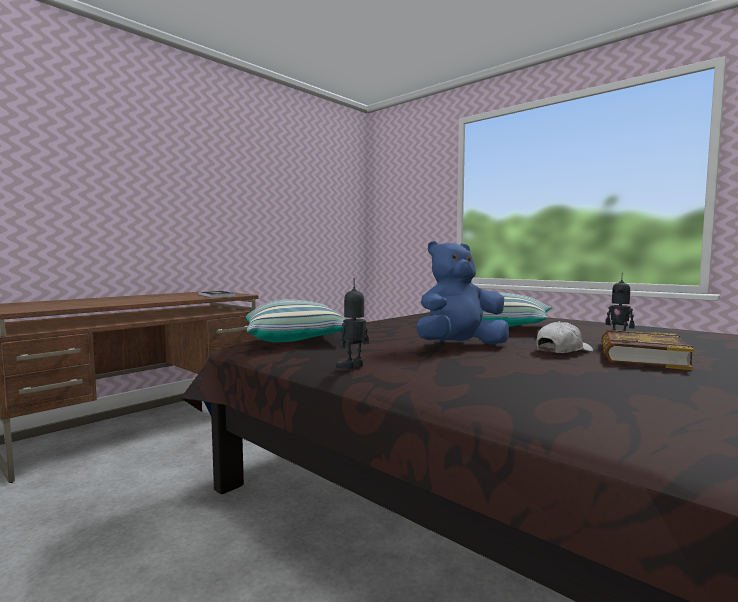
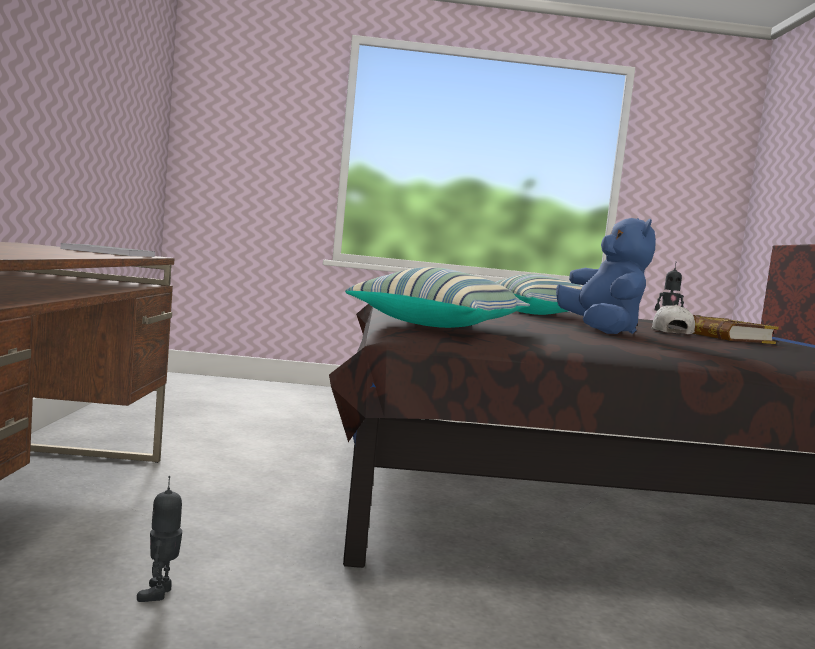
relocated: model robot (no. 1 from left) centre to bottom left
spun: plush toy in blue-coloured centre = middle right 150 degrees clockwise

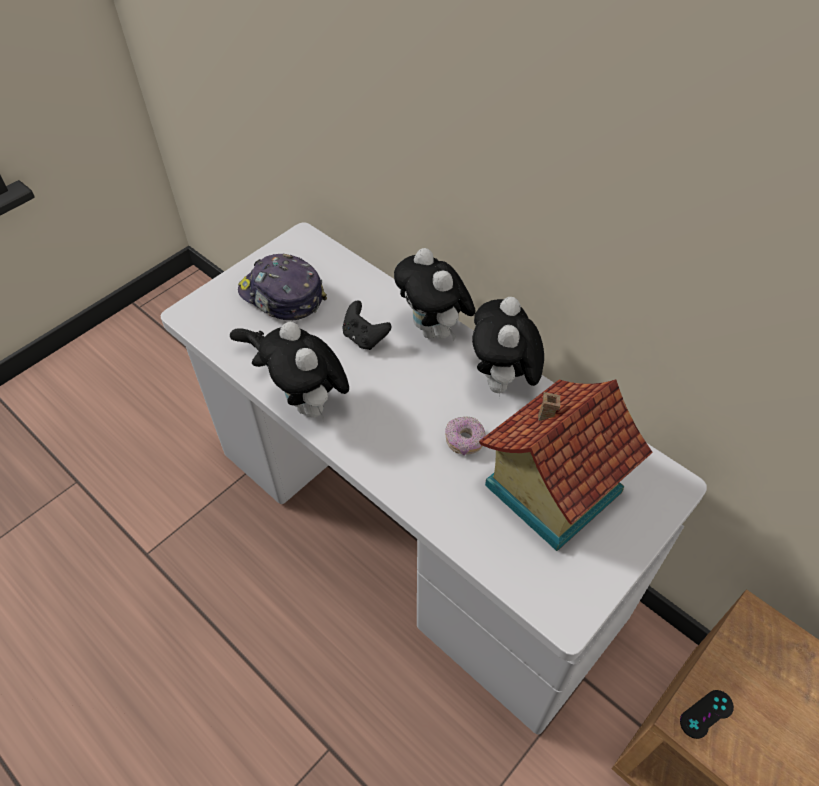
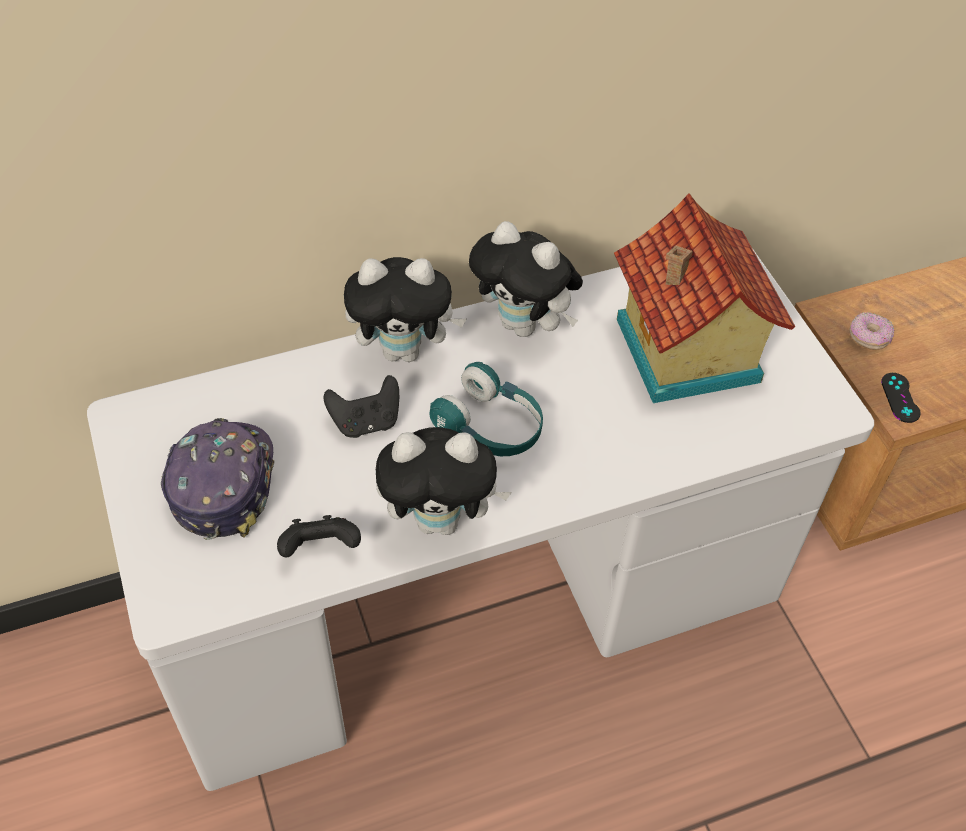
appeared: pair of headphones in turquoise centre
relocated: doughnut centre to middle right
spun: baseball cap centre = middle left 120 degrees clockwise

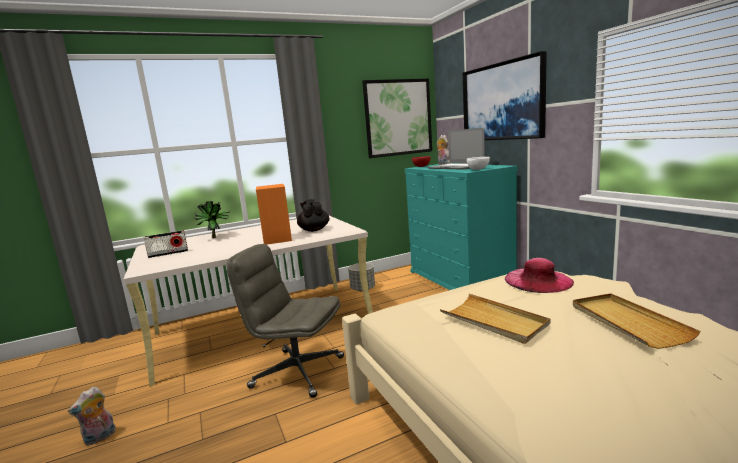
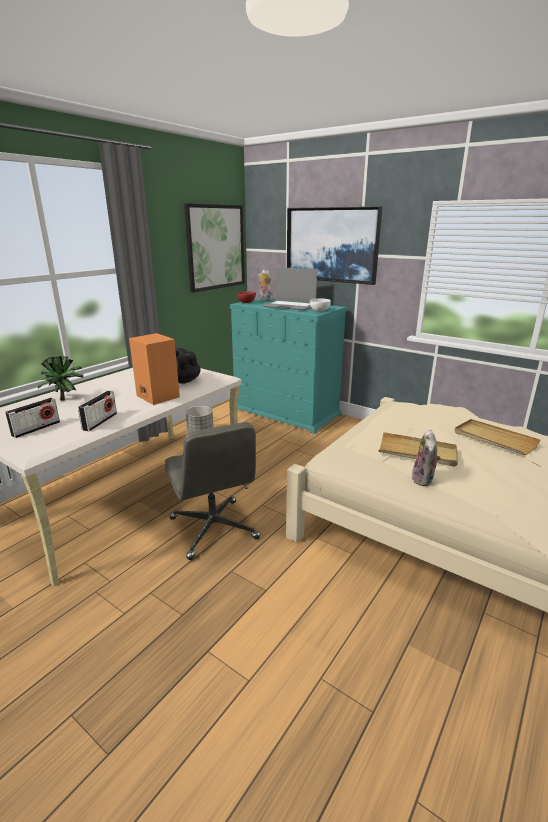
missing: clothing hat in pink middle right
appeared: radio set (no. 2 from left) middle left
relocated: plush toy (no. 1 from left in the first image) bottom left to plush toy (no. 2 from left) middle right
spun: computer chair in grey bottom centre = centre 105 degrees counterclockwise

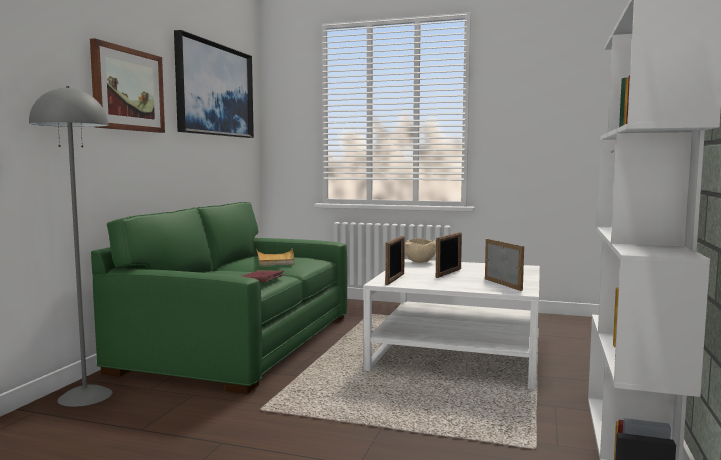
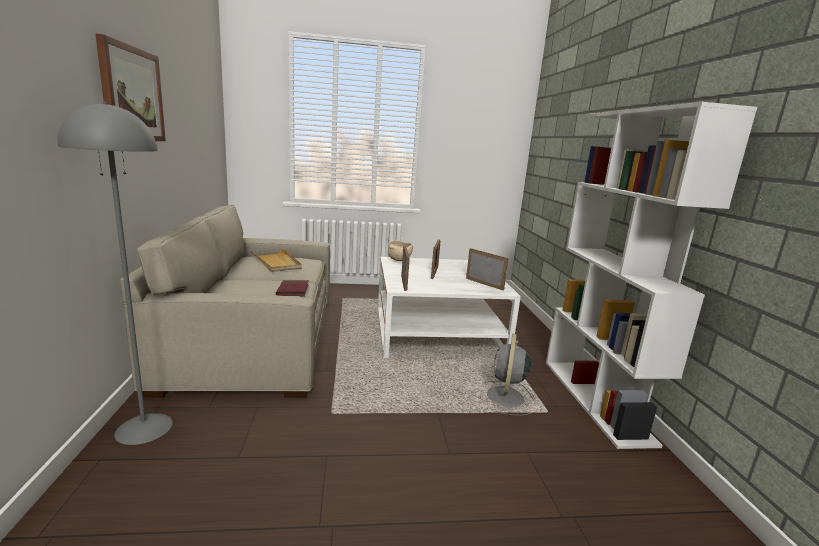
missing: wall art (no. 2 from left) top left
appeared: electric fan in grey bottom centre
colour: sofa in greenish middle left to sofa in beige middle left

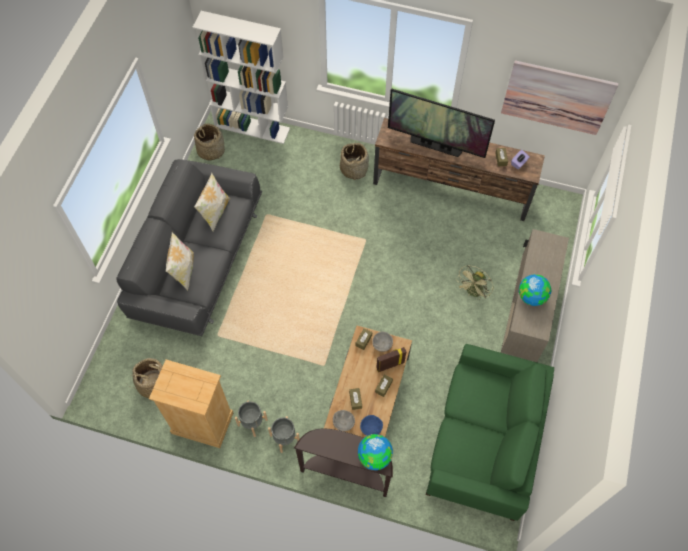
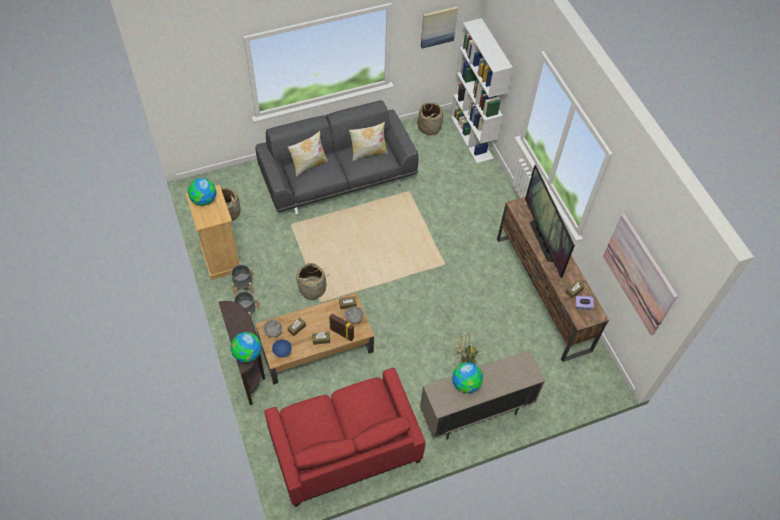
appeared: wall art (no. 1 from left) top centre; desk globe (no. 1 from left) middle left
relocated: basket (no. 3 from left in the first image) top centre to basket (no. 2 from left) centre
colour: sofa in greenish bottom right to sofa in red-coloured bottom centre

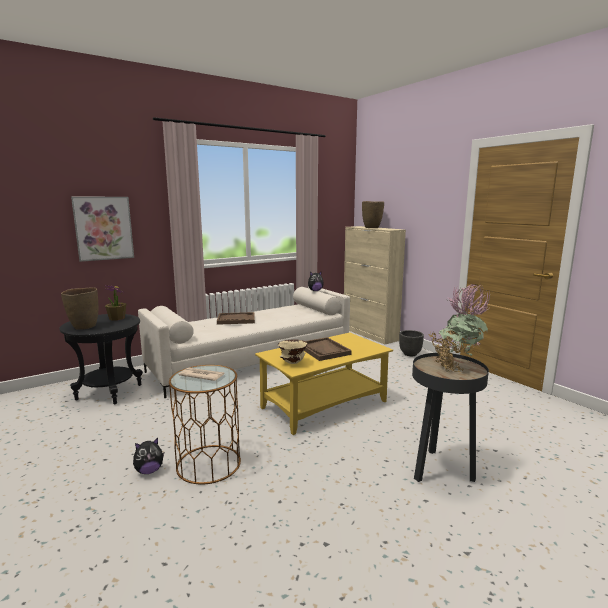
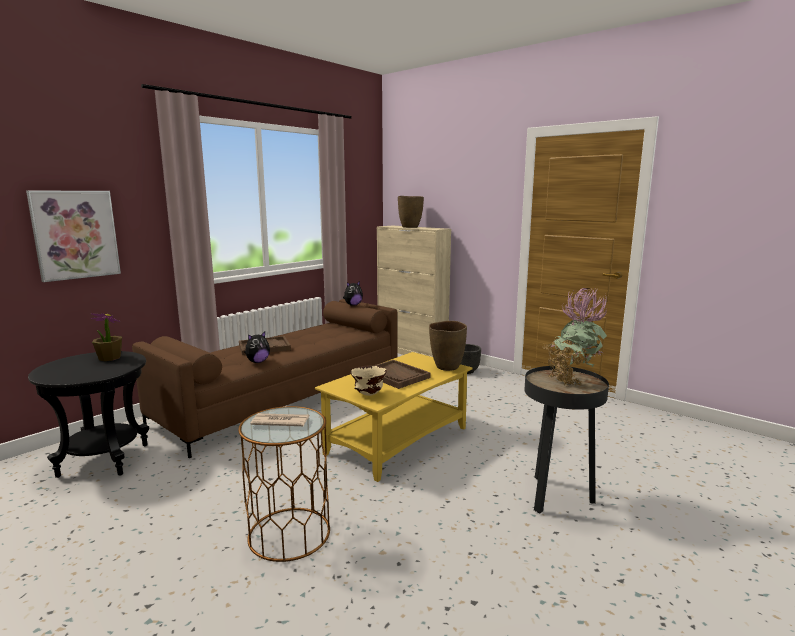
relocated: flower vase in brown-coloured (no. 1 from left in the first image) middle left to flower vase in brown-coloured (no. 2 from left) centre; plush toy (no. 1 from left) bottom left to middle left
colour: sofa in whitish centre to sofa in brown-coloured middle left

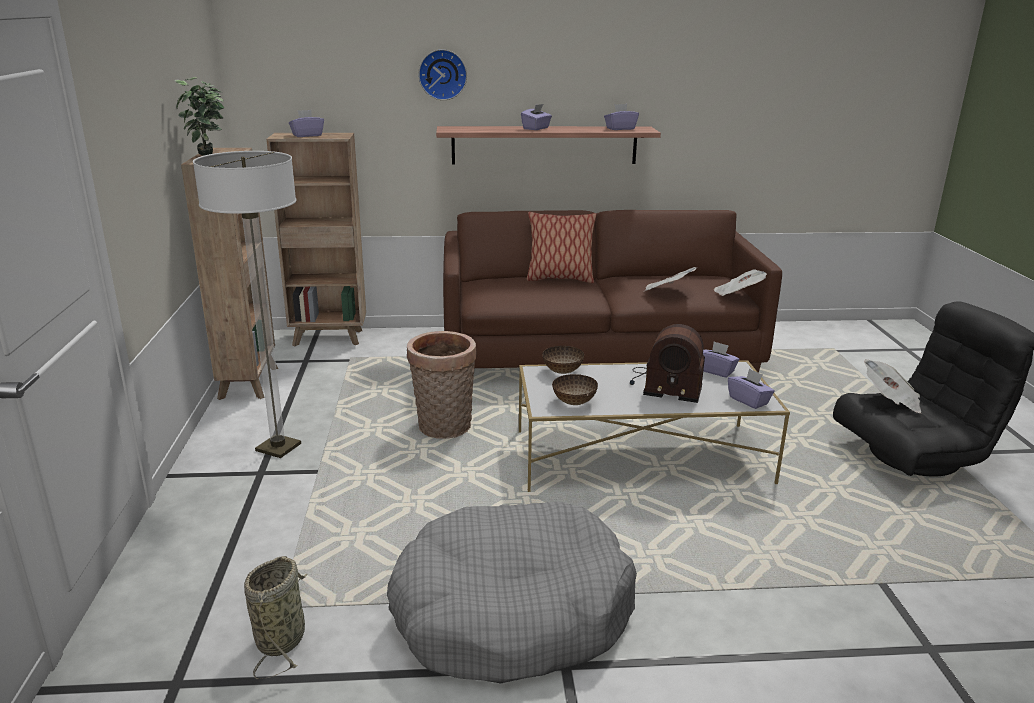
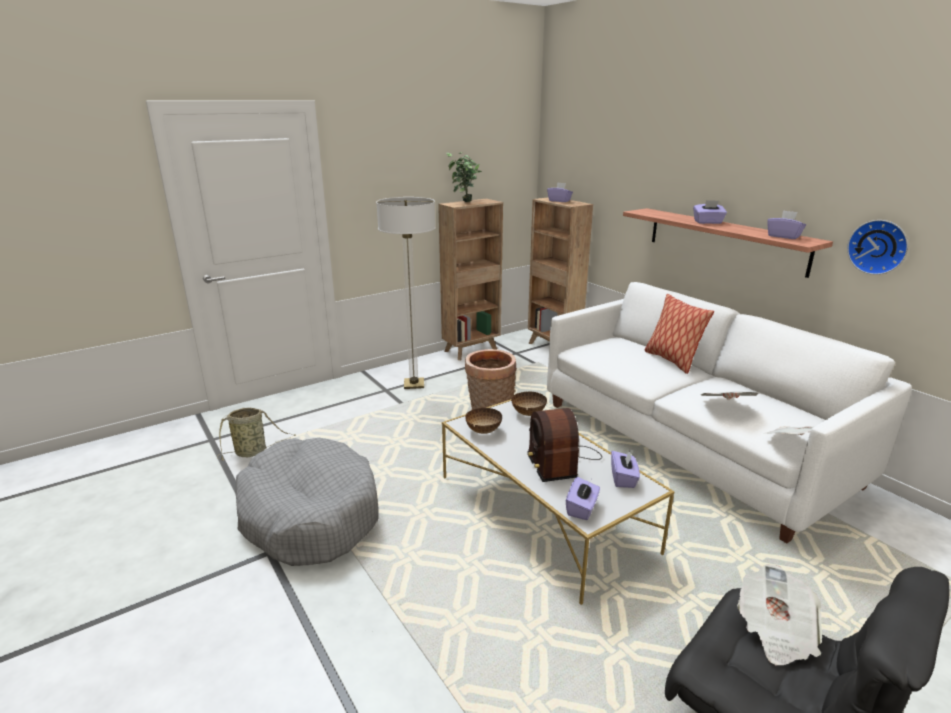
relocated: hanging clock top centre to middle right
colour: sofa in brown-coloured centre to sofa in whitish middle right

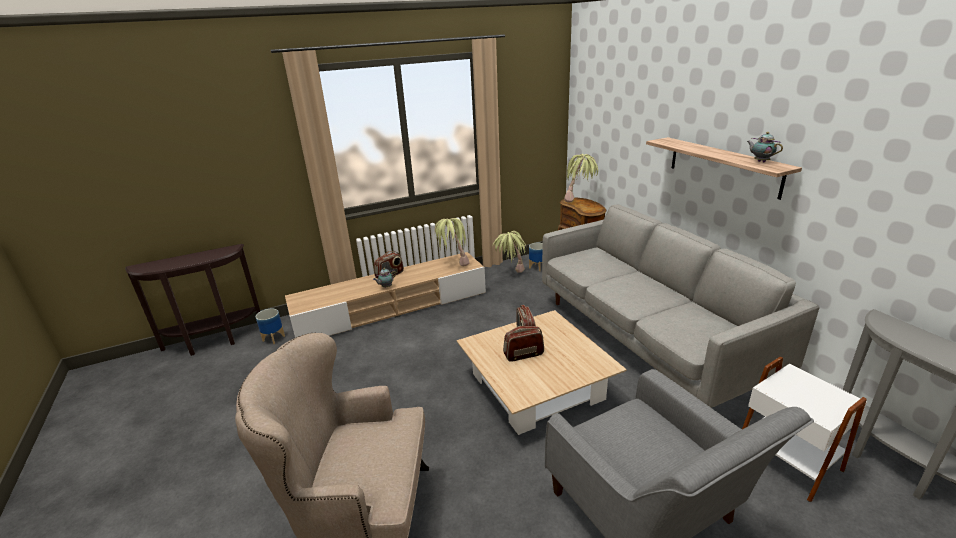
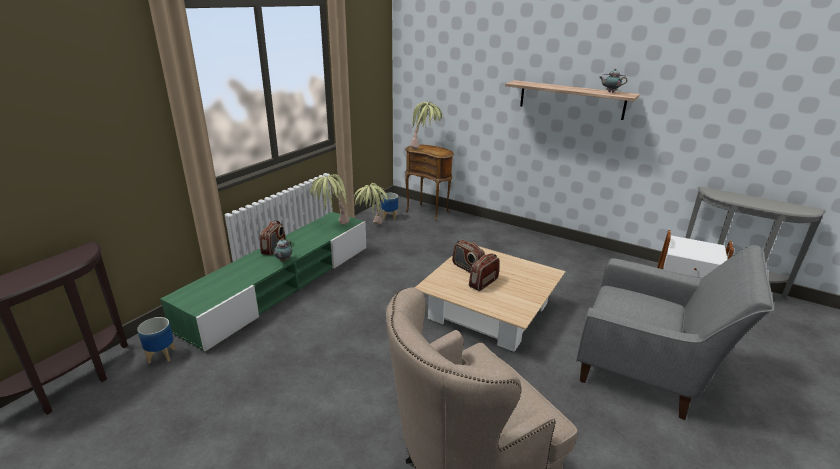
missing: sofa in grey middle right
colour: tv unit in beige centre to tv unit in greenish middle left

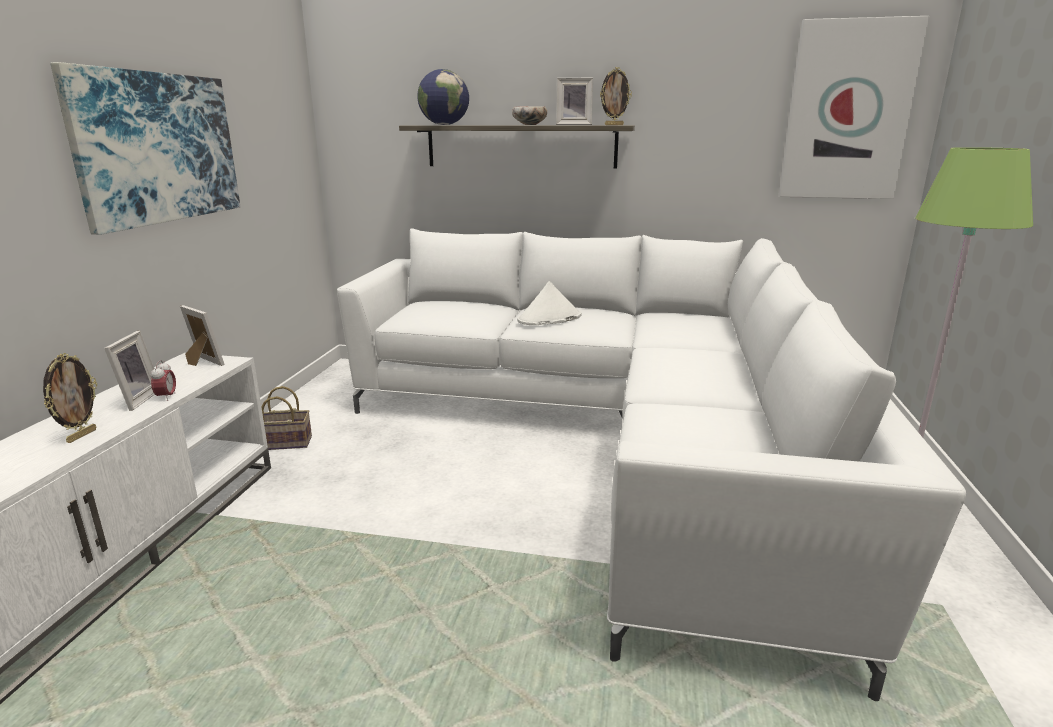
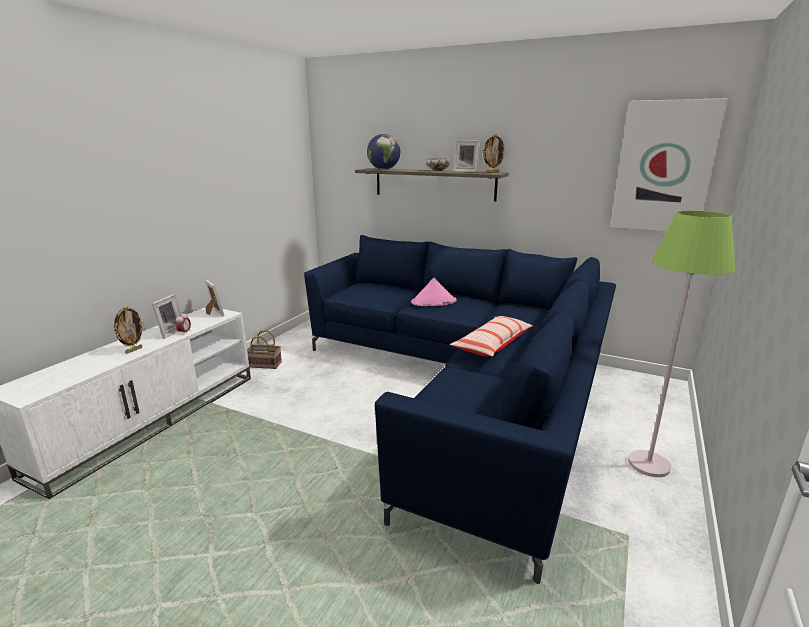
missing: wall art (no. 1 from left) top left
appeared: throw pillow centre
colour: sofa in whitish centre to sofa in blue-coloured centre; clothing hat in whitish centre to clothing hat in pink centre

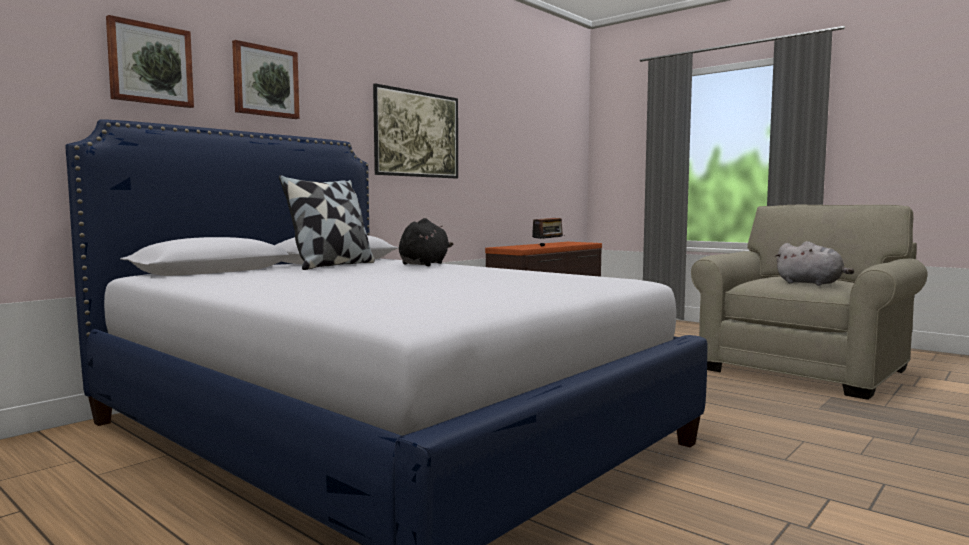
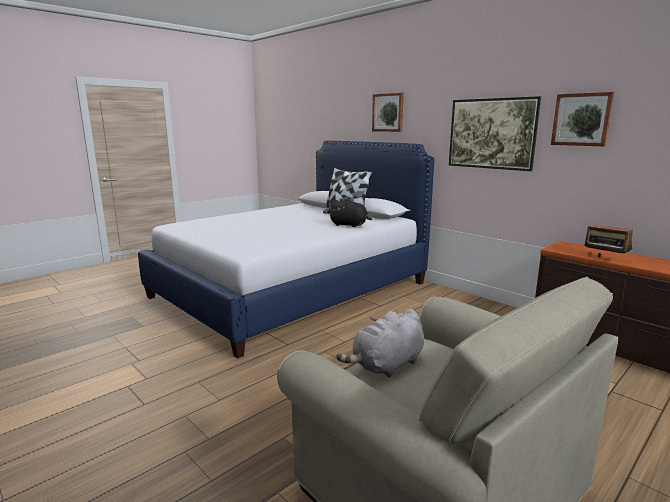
relocated: wall art (no. 1 from left in the first image) top left to wall art (no. 3 from left) top right

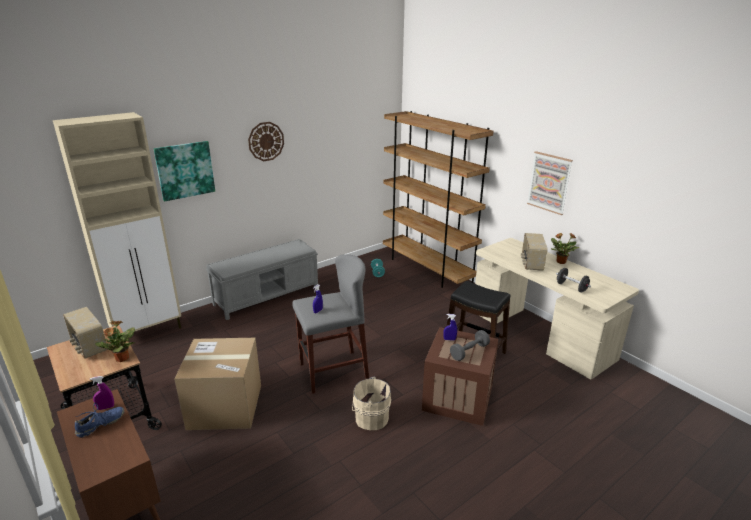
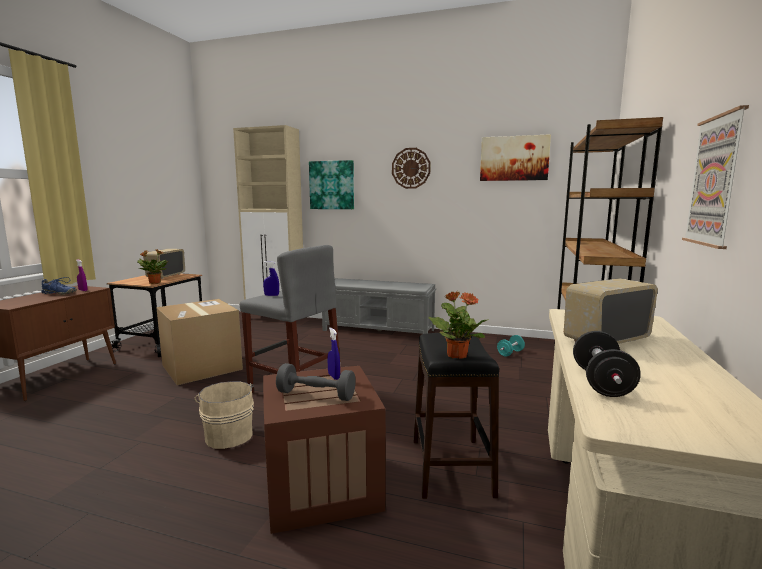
appeared: wall art (no. 2 from left) top right
relocated: plant in a pot (no. 2 from left) middle right to centre

